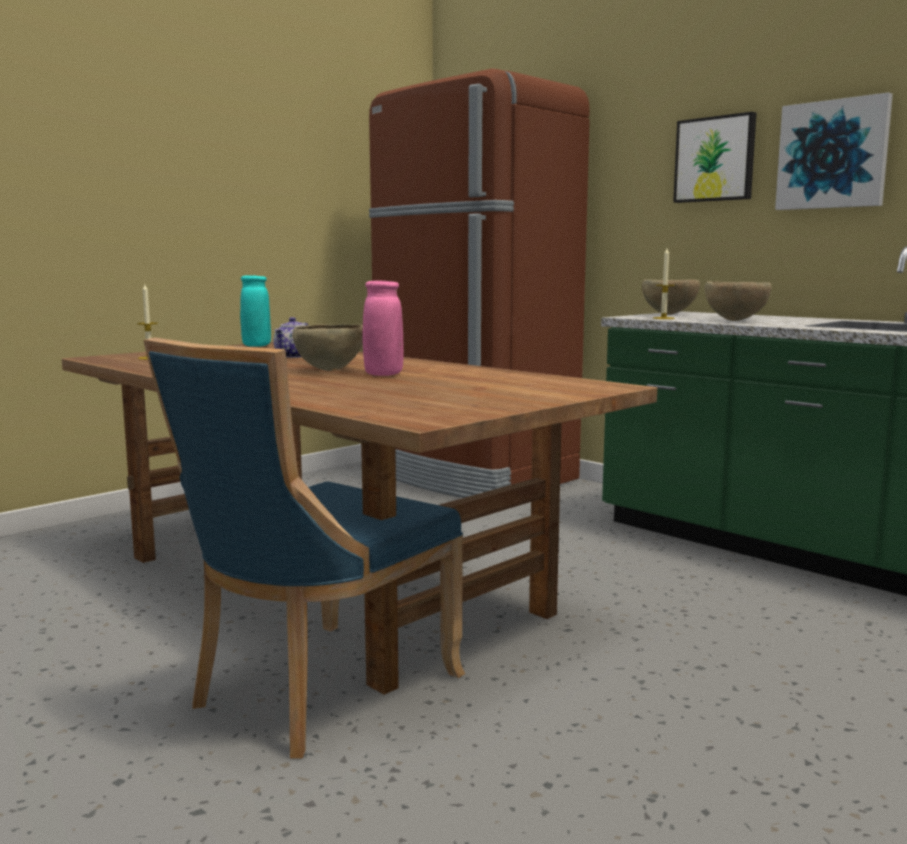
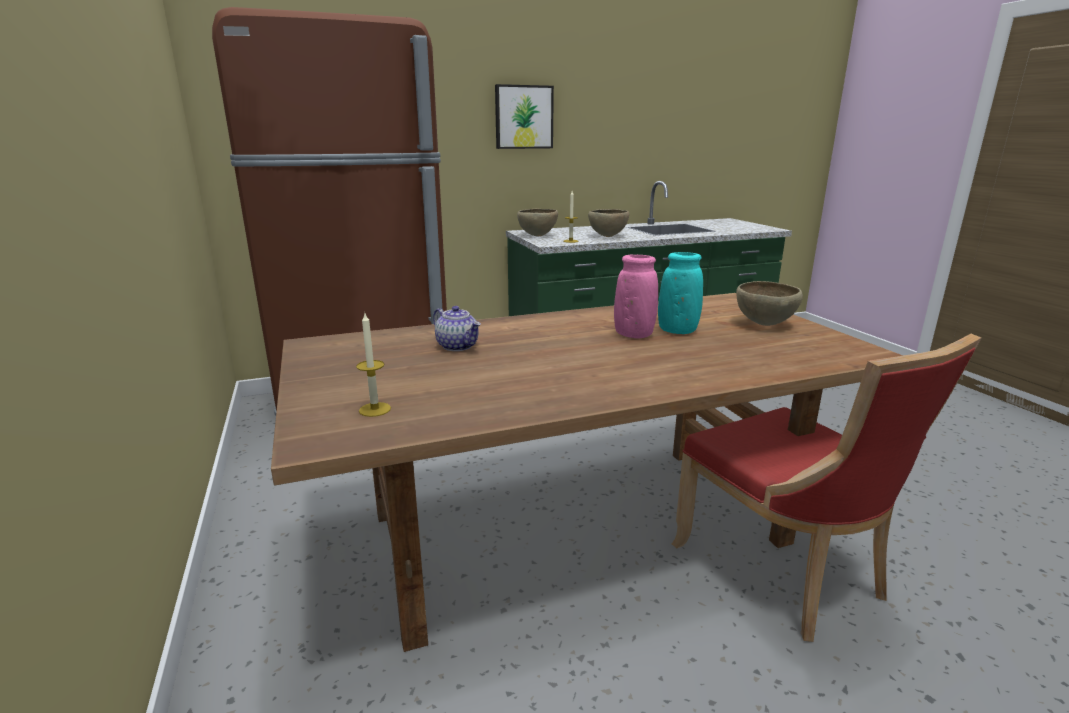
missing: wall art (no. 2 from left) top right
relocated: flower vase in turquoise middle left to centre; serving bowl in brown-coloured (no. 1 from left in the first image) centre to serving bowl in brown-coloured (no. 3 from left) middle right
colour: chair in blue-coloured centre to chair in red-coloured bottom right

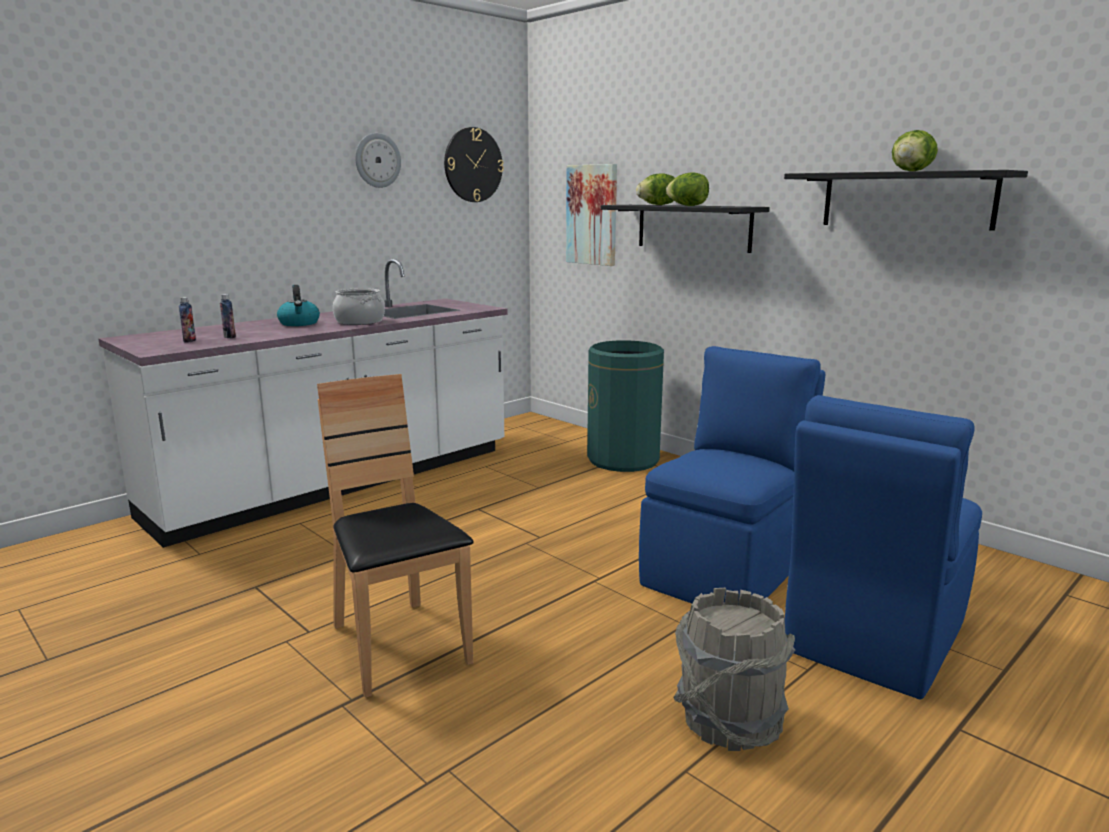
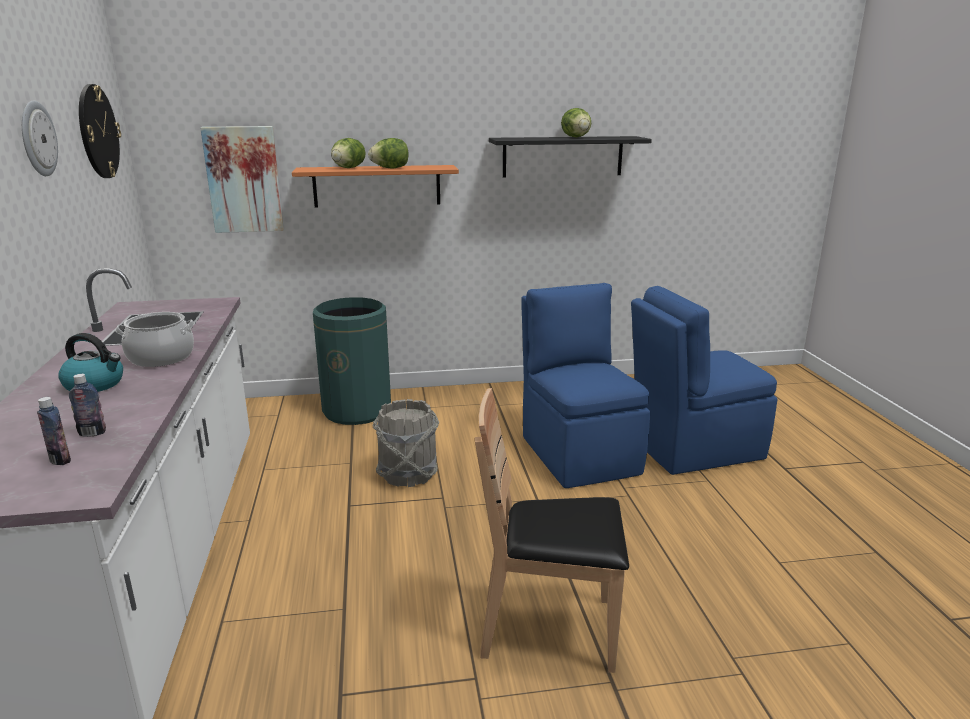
relocated: bucket in grey bottom centre to centre
colour: wall shelf in black-coloured (no. 1 from left) top centre to wall shelf in orangey top centre
spun: chair in blue-coloured (no. 2 from left) middle right = middle right 90 degrees clockwise

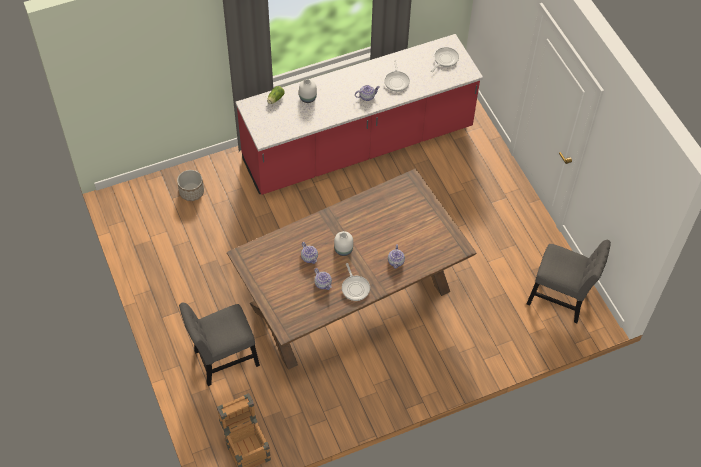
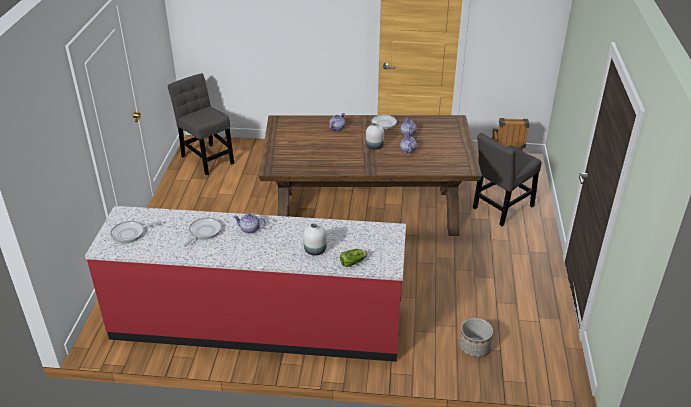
spun: chair in grey (no. 1 from left in the first image) bottom left = middle right 135 degrees clockwise

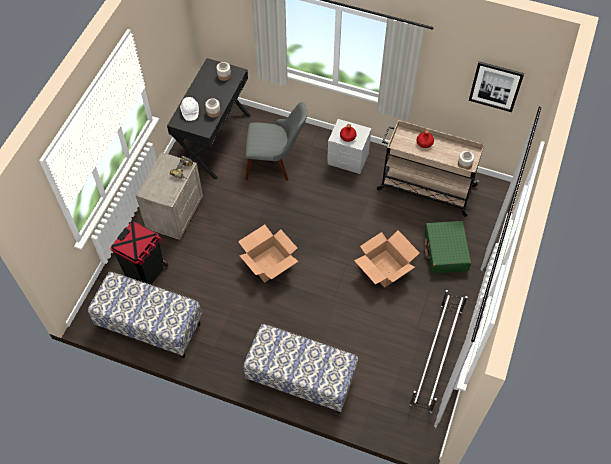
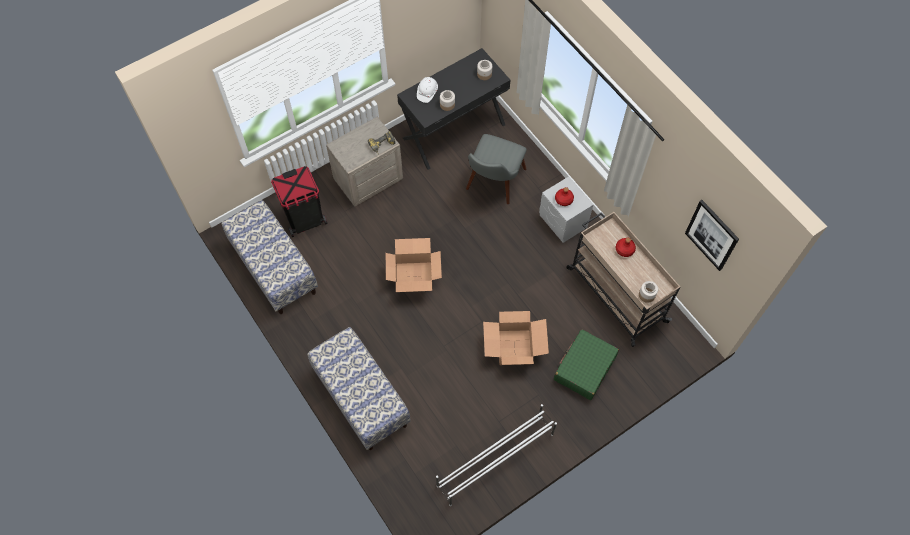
spun: chair in grey top centre = top centre 75 degrees clockwise

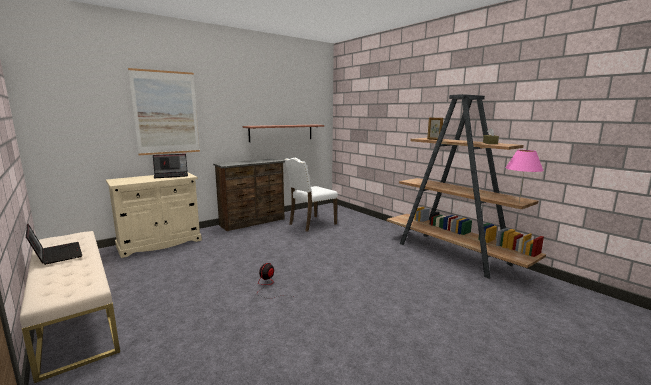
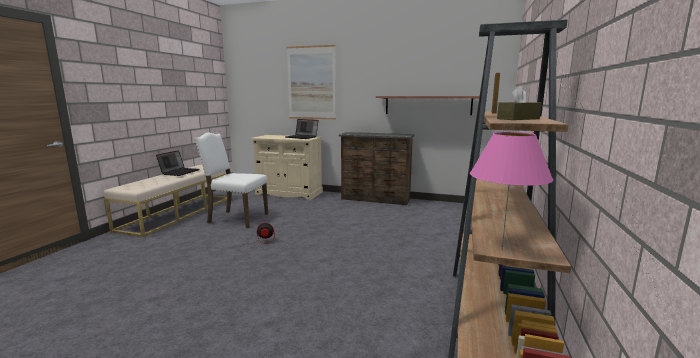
relocated: chair in whitish centre to middle left

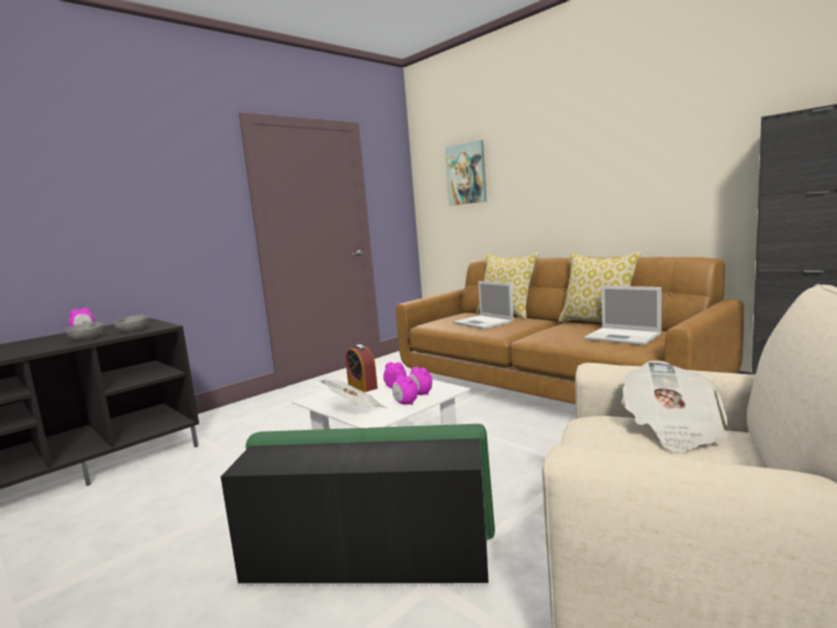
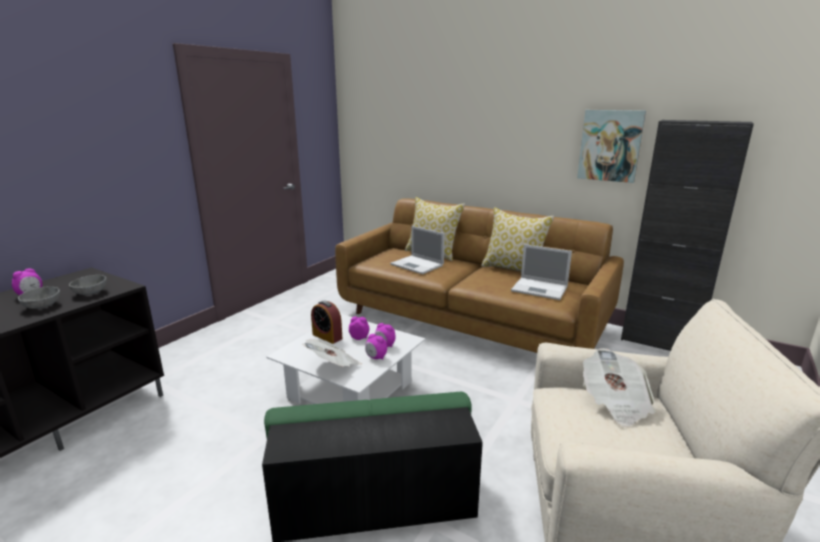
relocated: wall art top centre to top right

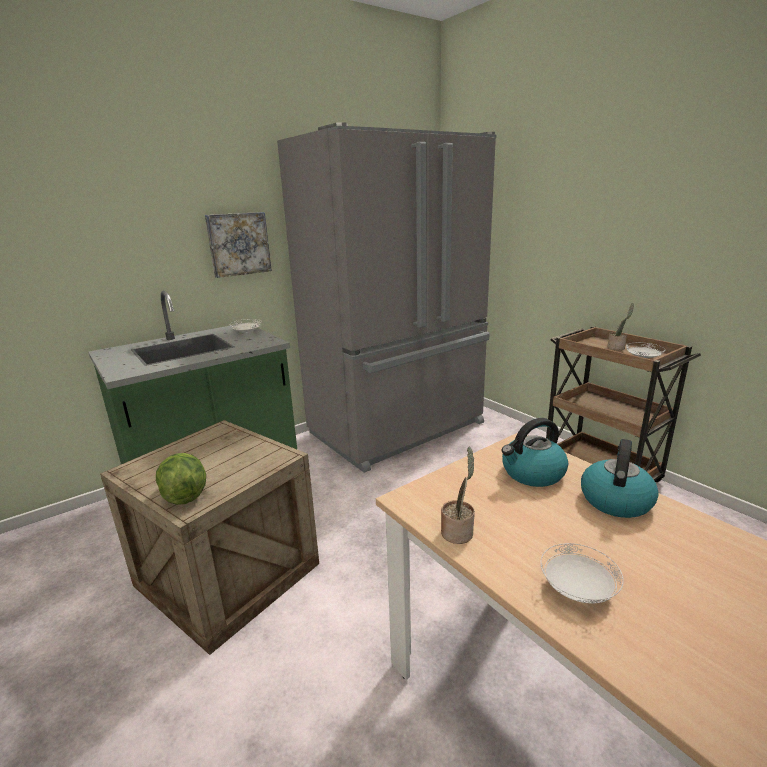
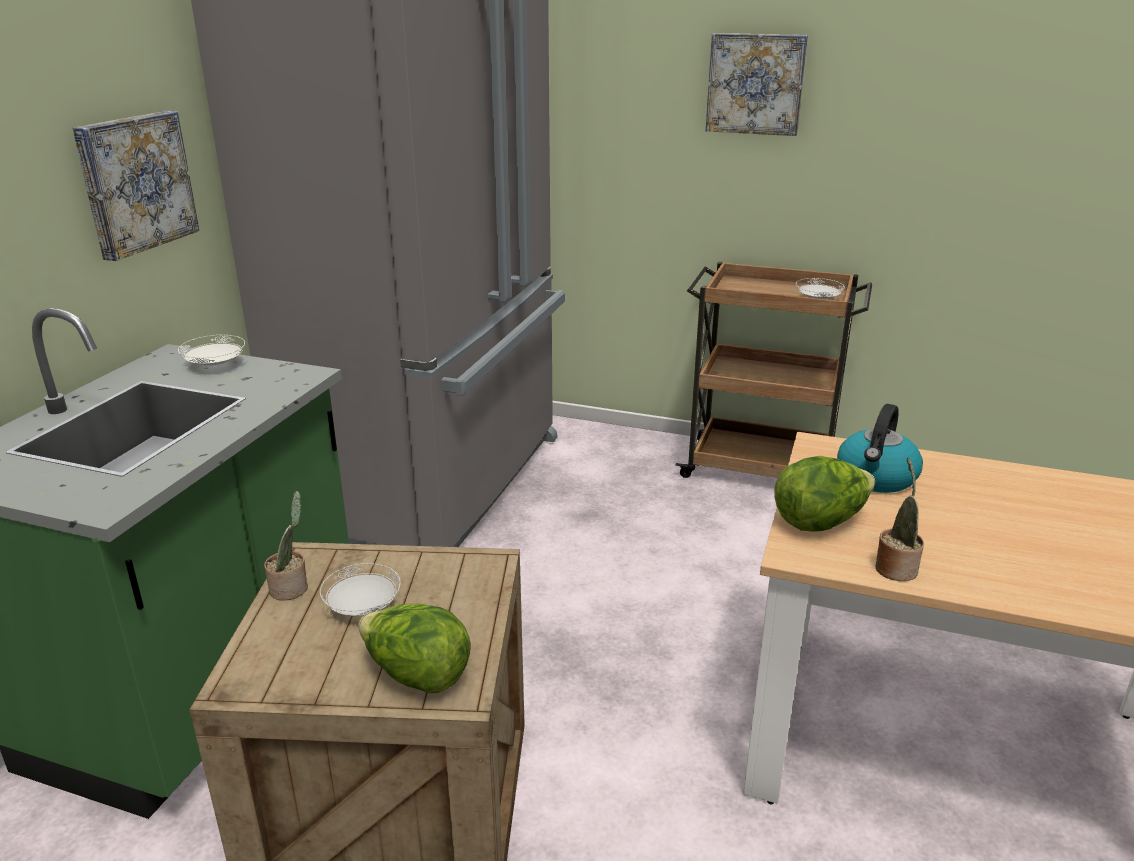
missing: kettle (no. 2 from left) middle right
appeared: wall art (no. 2 from left) top right; lettuce head (no. 2 from left) middle right
relocated: plant in a pot (no. 2 from left in the first image) middle right to plant in a pot (no. 1 from left) middle left; dinner plate in whitish (no. 2 from left) bottom right to bottom left

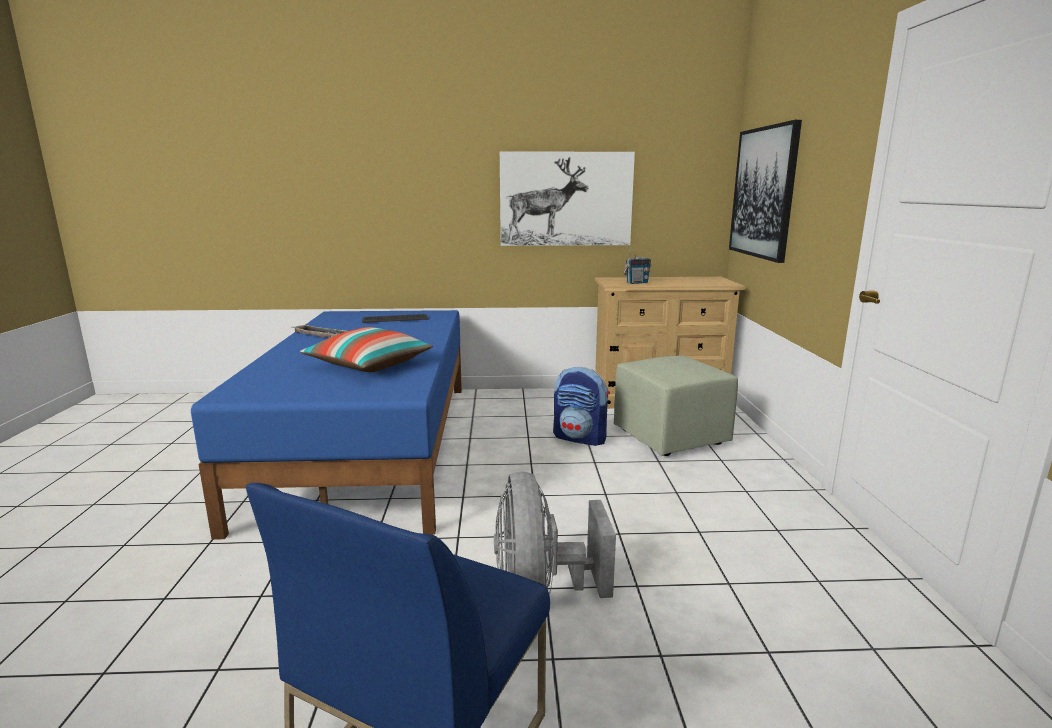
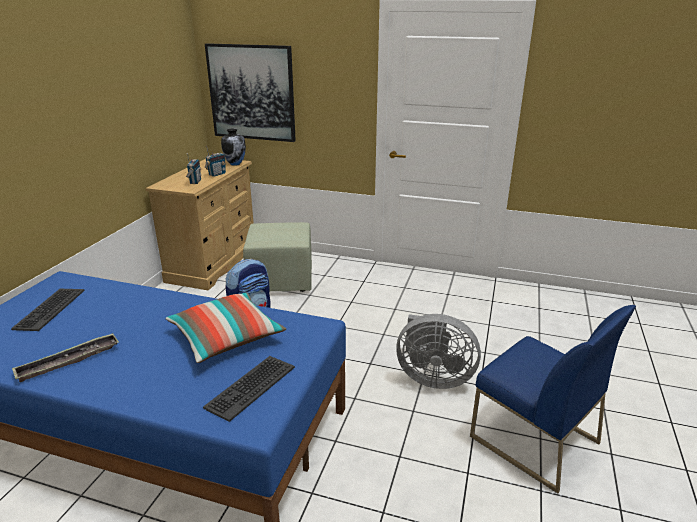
missing: wall art (no. 1 from left) top centre
appeared: flower vase top centre; radio set (no. 2 from left) top left; PC keyboard (no. 2 from left) bottom centre

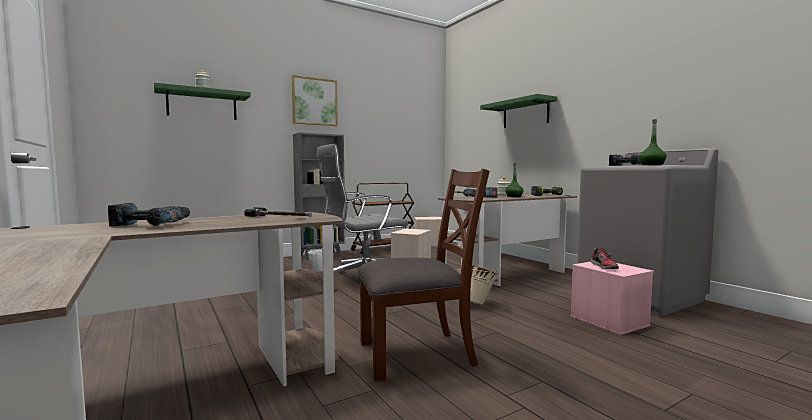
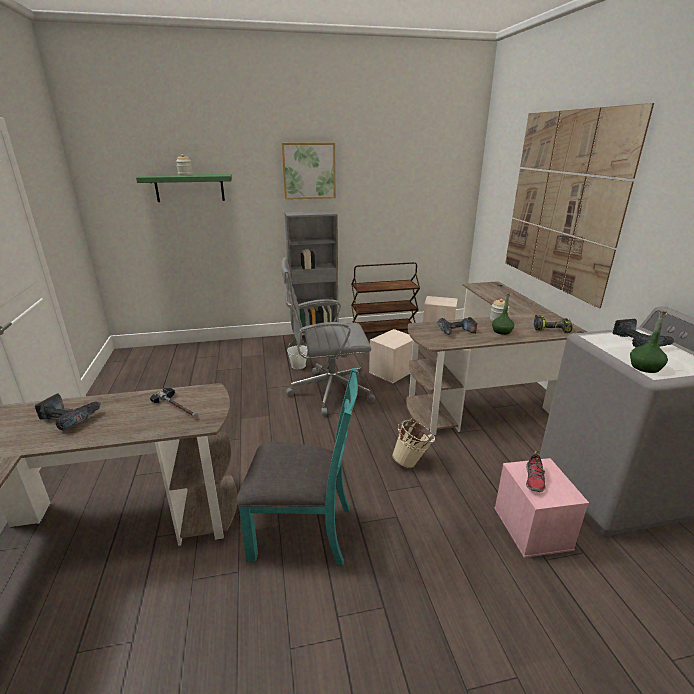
exchanged: wall shelf in greenish (no. 2 from left) top centre to wall art (no. 2 from left) top right
colour: chair in brown-coloured centre to chair in turquoise bottom centre

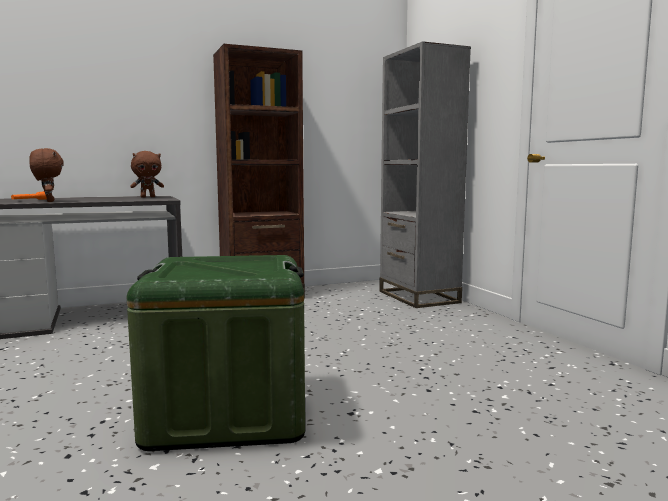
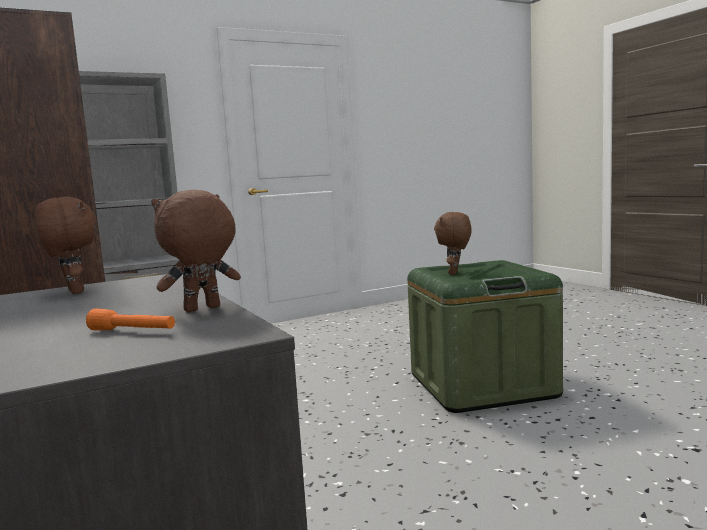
appeared: plush toy in brown-coloured (no. 3 from left) centre

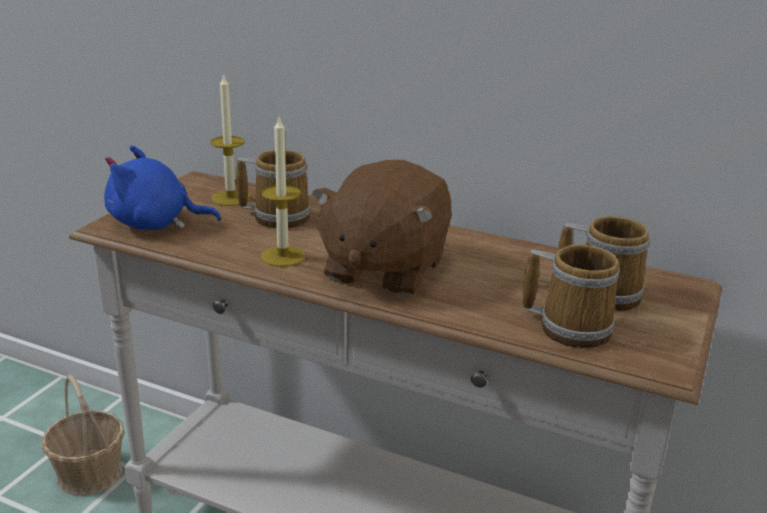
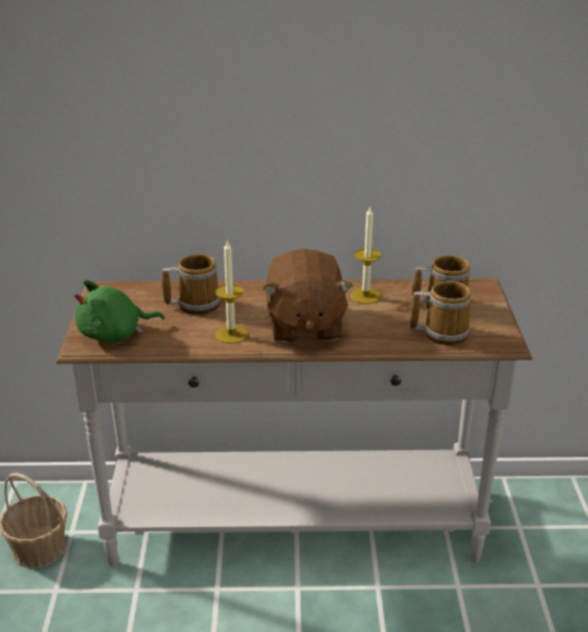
relocated: wax light (no. 1 from left in the first image) top left to wax light (no. 2 from left) centre
colour: plush toy in blue-coloured middle left to plush toy in greenish middle left

